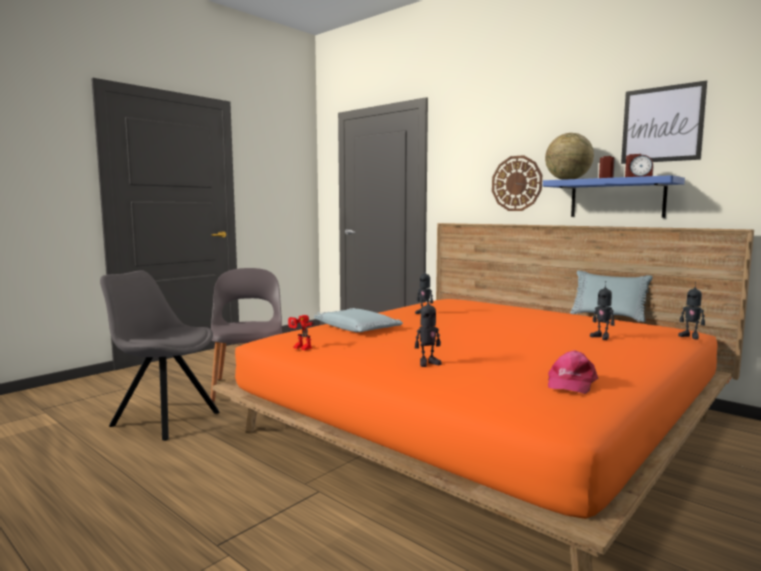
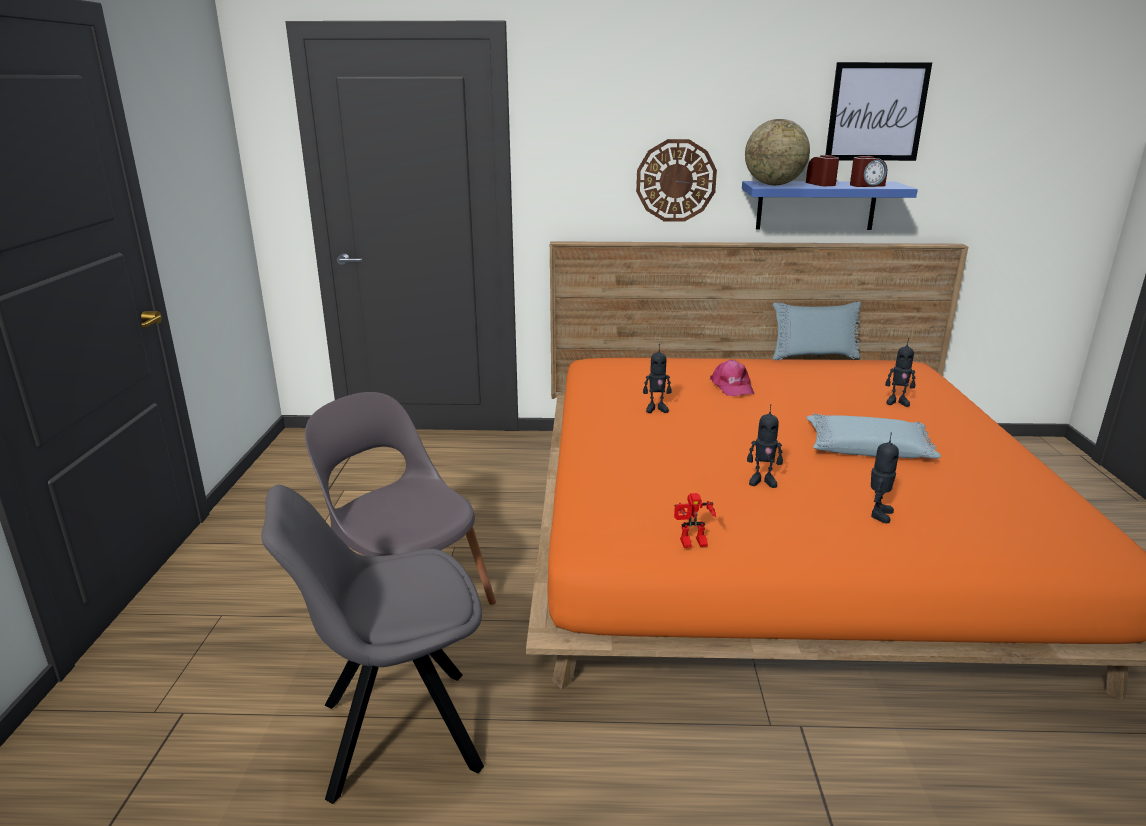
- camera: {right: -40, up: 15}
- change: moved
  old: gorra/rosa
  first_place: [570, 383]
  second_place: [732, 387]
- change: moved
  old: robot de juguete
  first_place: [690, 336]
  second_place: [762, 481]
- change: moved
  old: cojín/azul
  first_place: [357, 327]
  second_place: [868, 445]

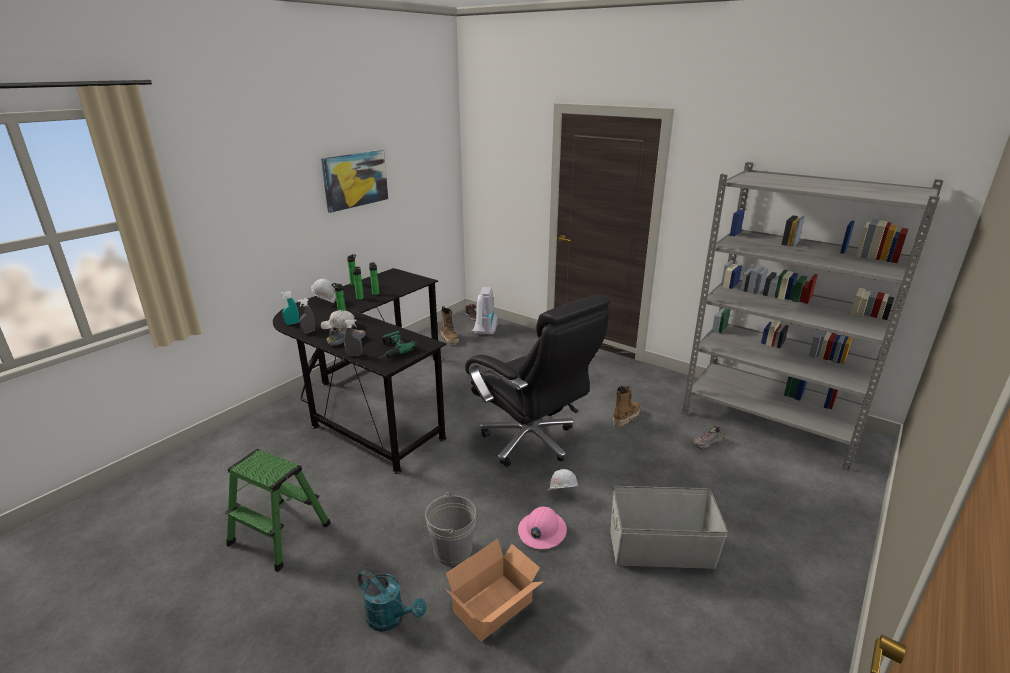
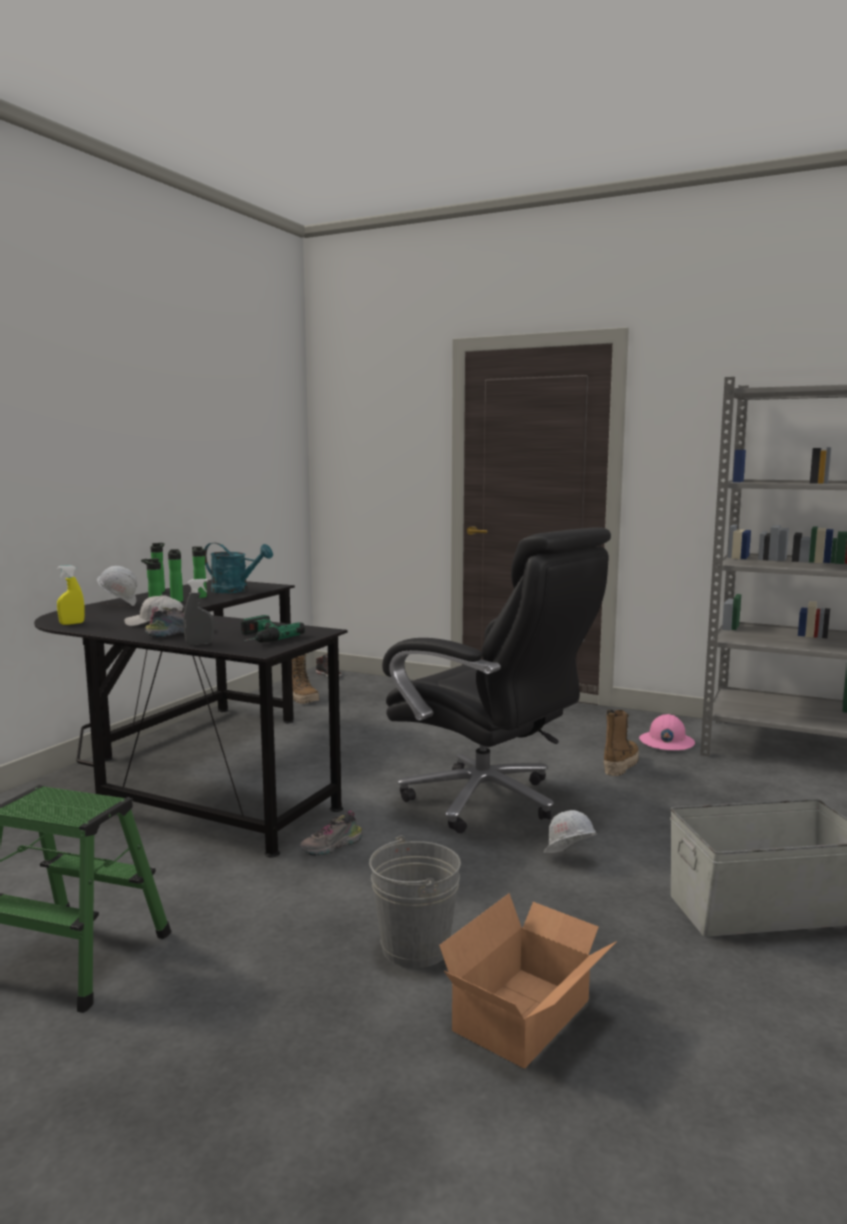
- camera: {right: -10, up: -15}
- change: recoloured
  old: pulverizador/turquesa
  new: pulverizador/amarillo
  first_place: [292, 323]
  second_place: [72, 623]
- change: moved
  old: regadera/turquesa
  first_place: [391, 619]
  second_place: [236, 591]
- change: moved
  old: zapato
  first_place: [707, 443]
  second_place: [332, 847]
- change: moved
  old: casco/rosa
  first_place: [542, 531]
  second_place: [666, 742]
- change: removed
  old: pulverizador/gris
  first_place: [309, 332]
- change: removed
  old: cuadro
  first_place: [355, 180]
- change: removed
  old: aspiradora
  first_place: [484, 334]

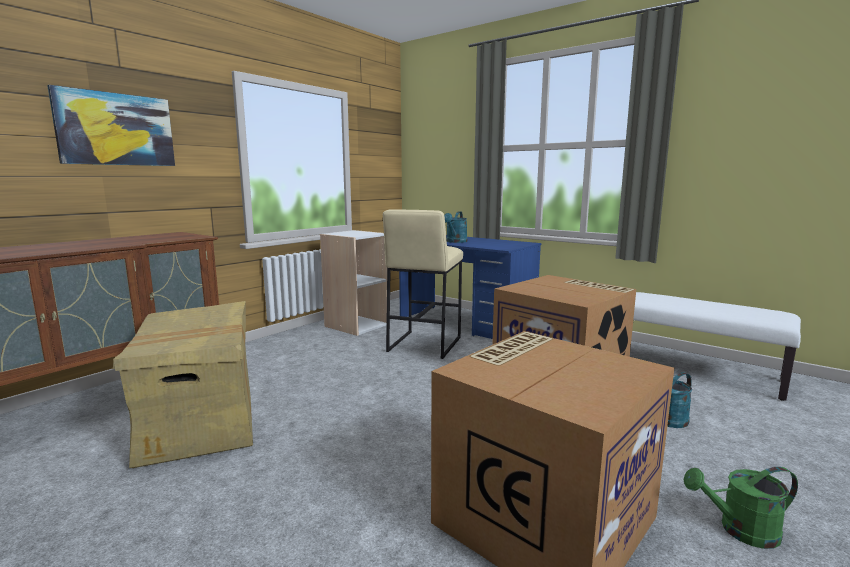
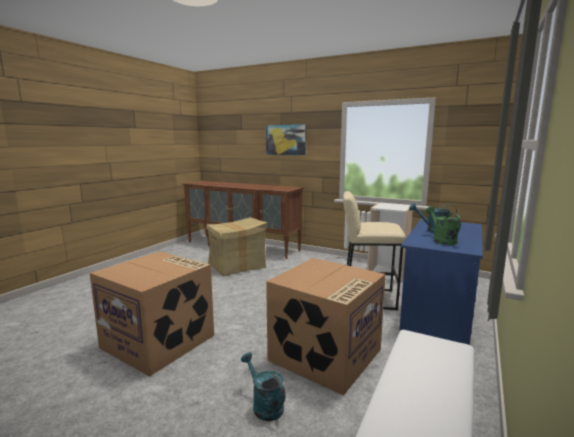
- camera: {right: 80, up: 0}
- change: moved
  old: regadera/verde
  first_place: [740, 531]
  second_place: [441, 240]

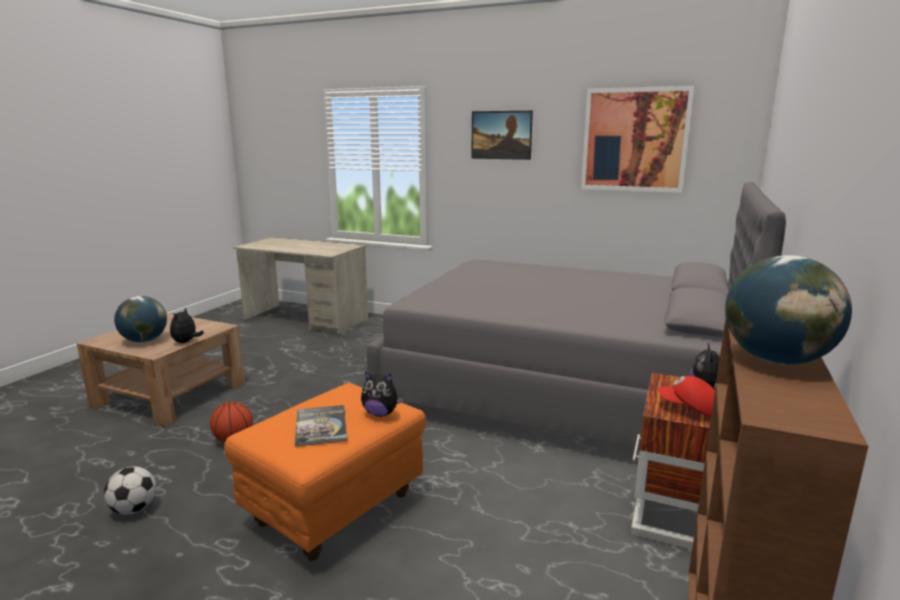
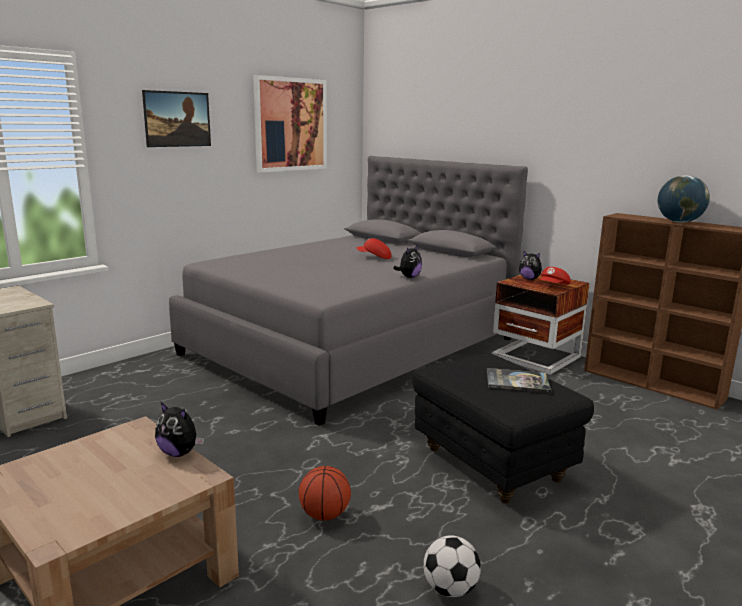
- camera: {right: -70, up: 0}
- change: added
  new: gorra/rojo
  second_place: [374, 257]
- change: moved
  old: peluche
  first_place: [381, 413]
  second_place: [409, 277]
- change: recoloured
  old: puf/naranja
  new: puf/negro
  first_place: [335, 510]
  second_place: [494, 465]
- change: removed
  old: globo terráqueo
  first_place: [144, 341]

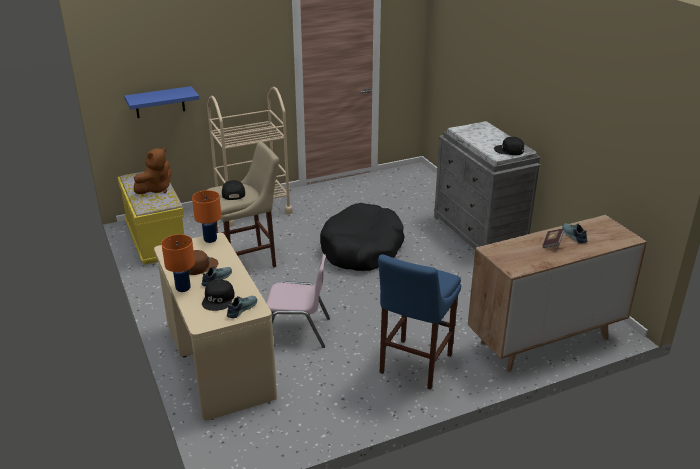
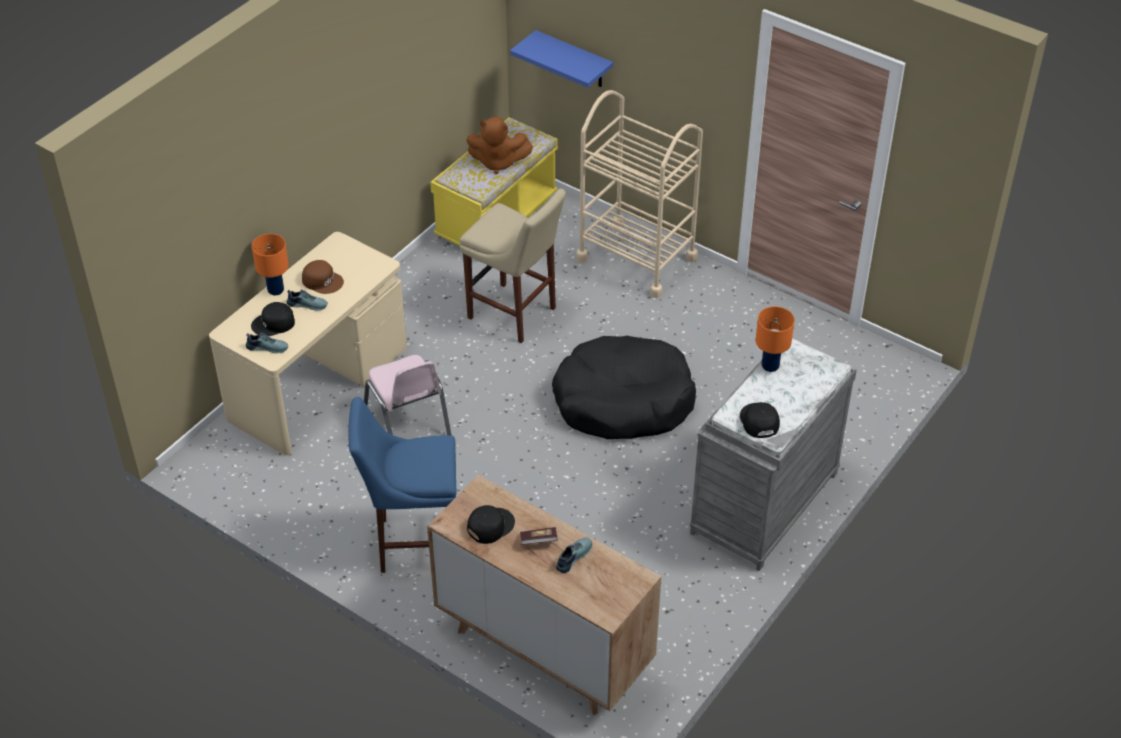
- camera: {right: 60, up: 15}
- change: moved
  old: gorra/negro
  first_place: [233, 193]
  second_place: [490, 525]
- change: moved
  old: lámpara de mesa/naranja
  first_place: [211, 239]
  second_place: [771, 366]

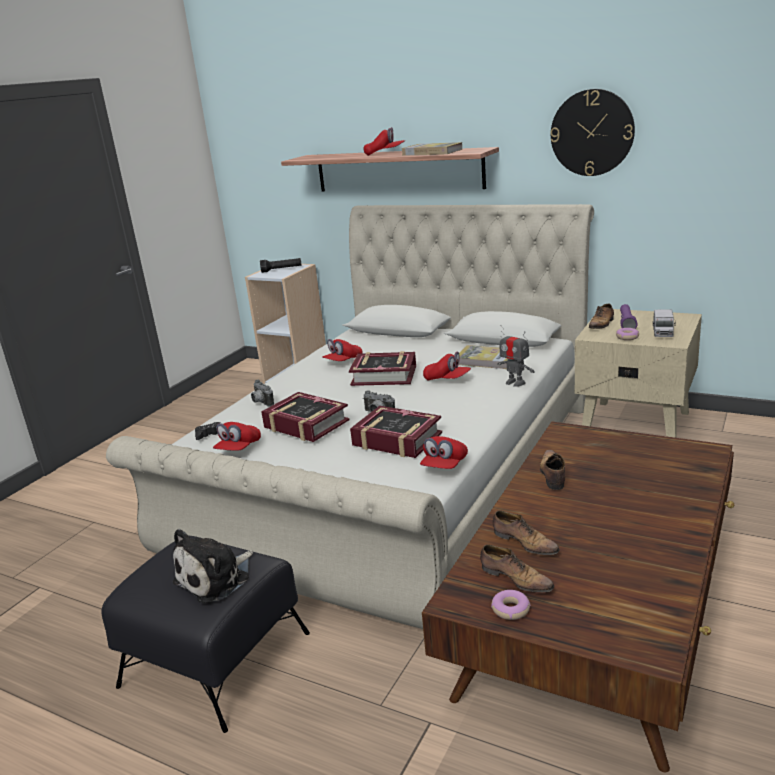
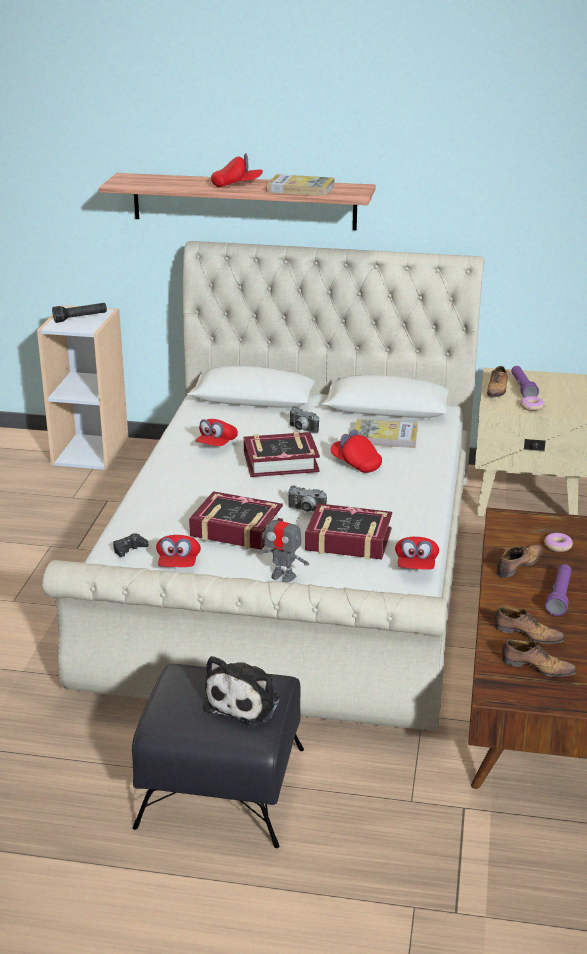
- camera: {right: -20, up: 5}
- change: moved
  old: robot de juguete
  first_place: [515, 382]
  second_place: [283, 576]
- change: moved
  old: cámara
  first_place: [261, 402]
  second_place: [301, 430]
- change: turned
  old: gorra/rojo
  first_place: [447, 379]
  second_place: [356, 464]
  degrees: -150
- change: turned
  old: zapato
  first_place: [552, 474]
  second_place: [518, 565]
  degrees: 60
- change: moved
  old: rosquilla
  first_place: [510, 609]
  second_place: [557, 546]
- change: added
  new: linterna/morado
  second_place: [559, 596]
- change: removed
  old: reloj de pared
  first_place: [592, 133]
- change: removed
  old: camión de juguete
  first_place: [662, 332]

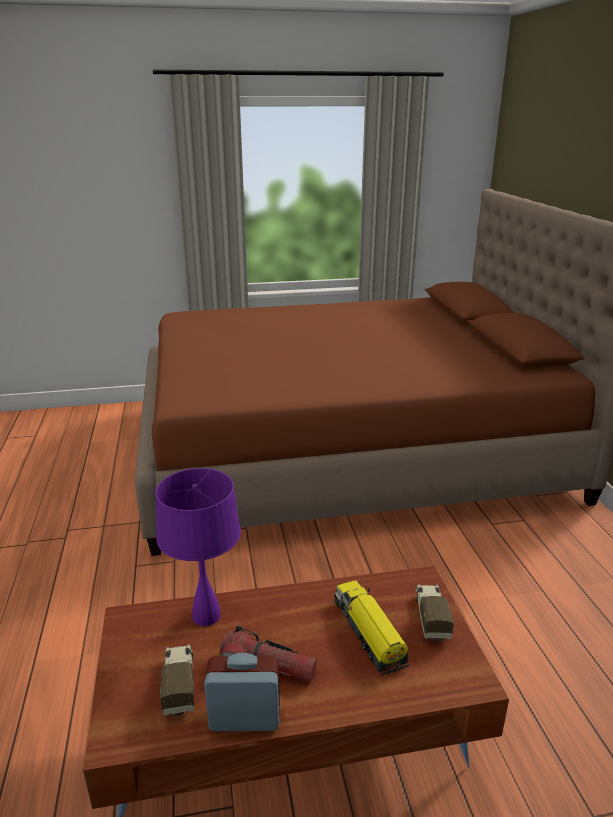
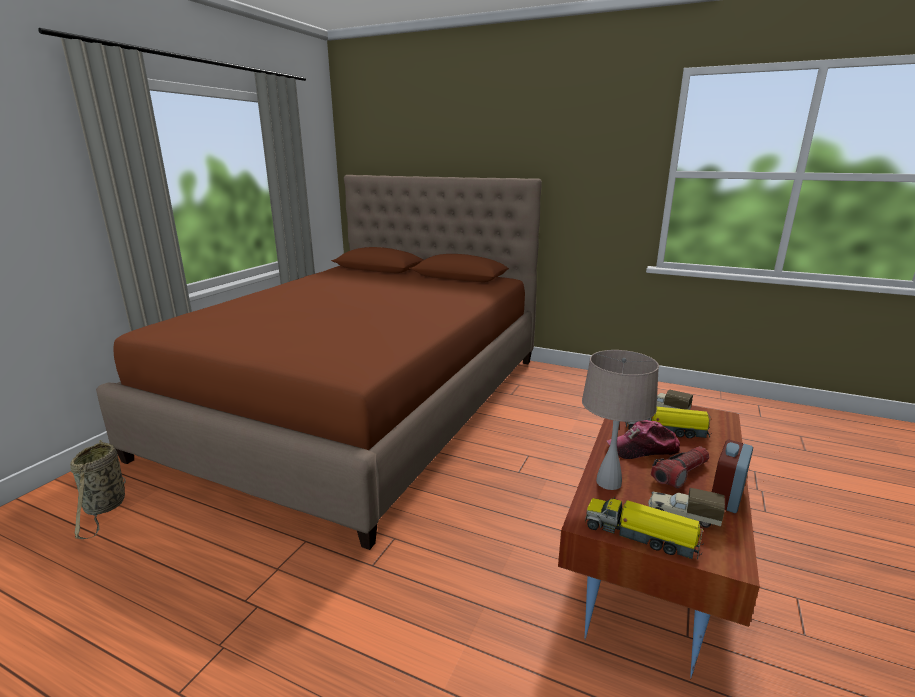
- camera: {right: -55, up: -5}
- change: added
  new: cesta
  second_place: [105, 507]
- change: recoloured
  old: lámpara de mesa/morado
  new: lámpara de mesa/beis
  first_place: [206, 615]
  second_place: [608, 482]
- change: added
  new: camión de juguete
  second_place: [641, 536]
- change: added
  new: gorra
  second_place: [643, 449]

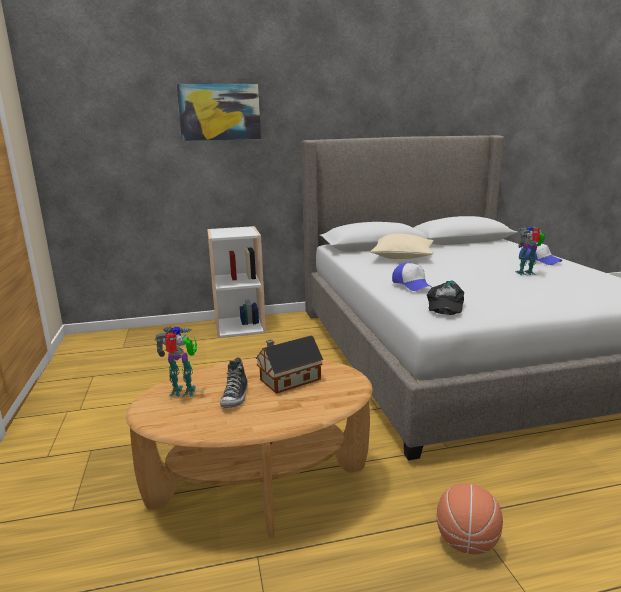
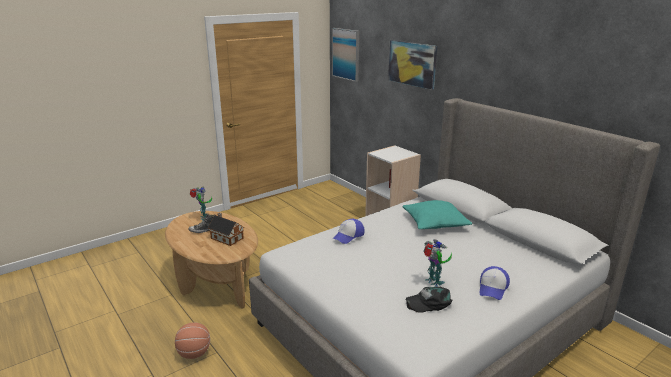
- camera: {right: 65, up: 5}
- change: added
  new: cuadro
  second_place: [346, 54]
- change: recoloured
  old: cojín/beis
  new: cojín/turquesa
  first_place: [402, 257]
  second_place: [435, 223]
- change: moved
  old: gorra/negro
  first_place: [444, 304]
  second_place: [429, 302]

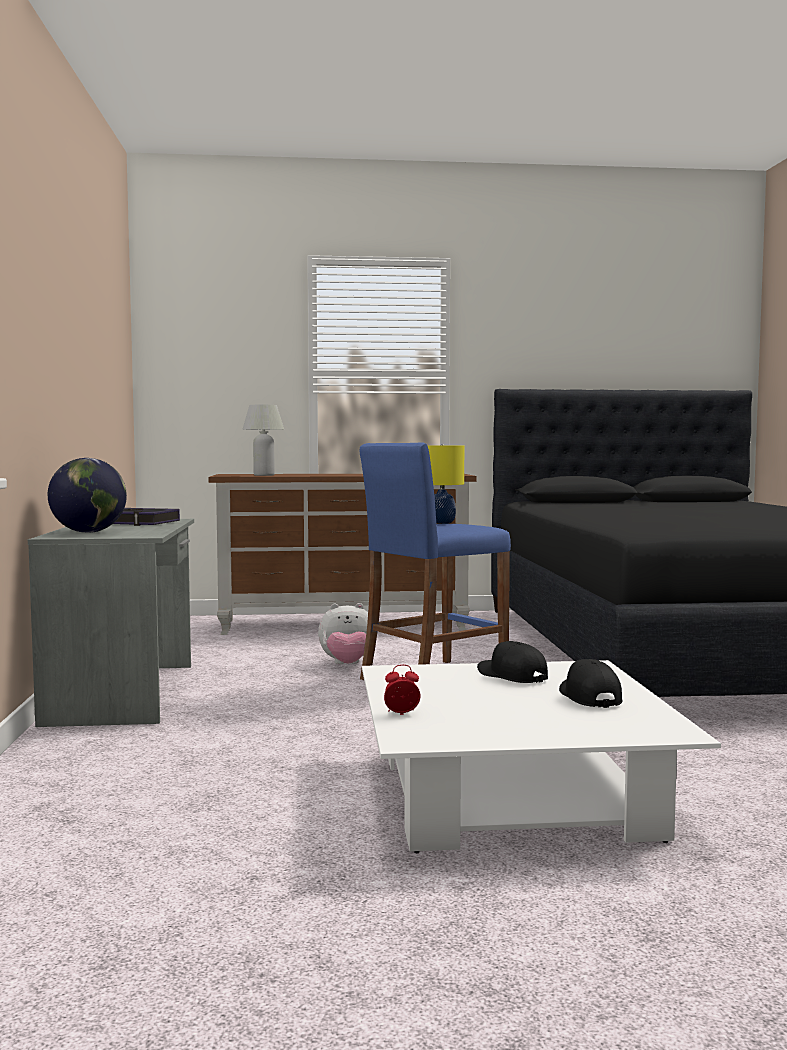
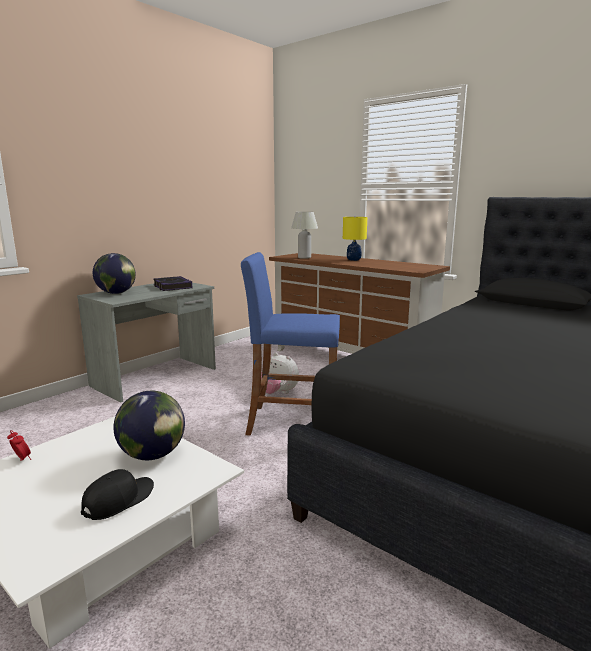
- camera: {right: 45, up: 10}
- change: replaced
  old: gorra/negro
  new: globo terráqueo
  first_place: [511, 675]
  second_place: [152, 455]
- change: moved
  old: lámpara de mesa/amarillo
  first_place: [442, 523]
  second_place: [354, 260]

